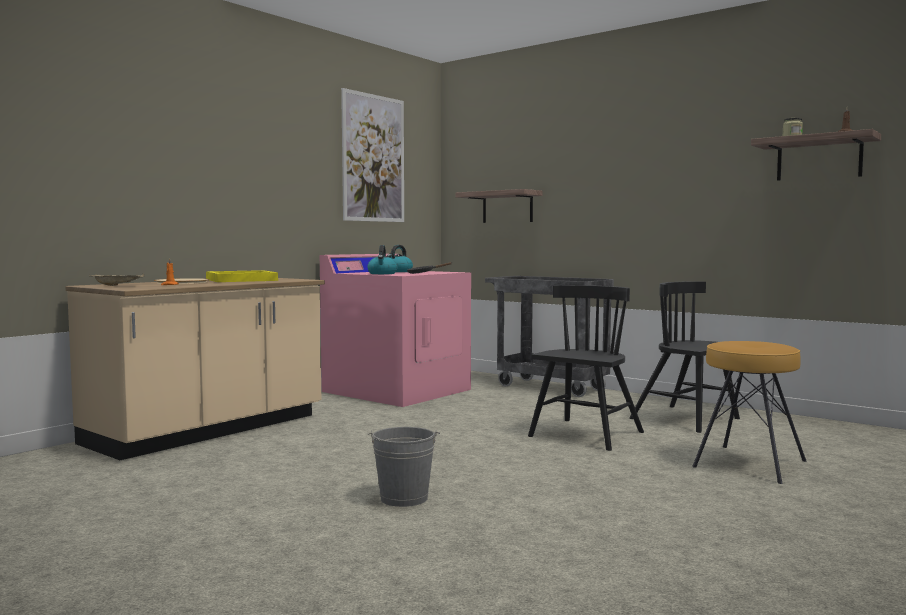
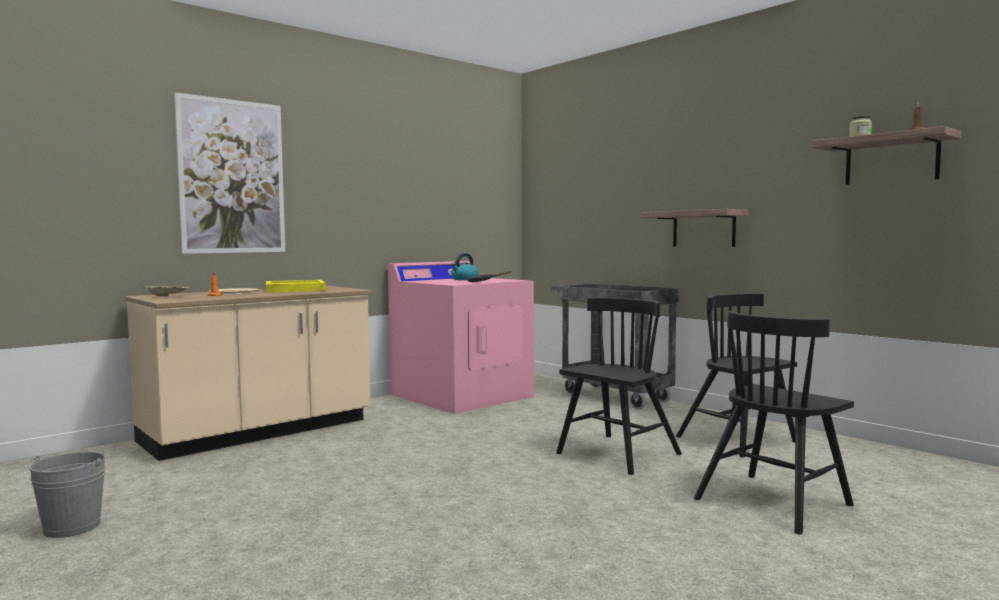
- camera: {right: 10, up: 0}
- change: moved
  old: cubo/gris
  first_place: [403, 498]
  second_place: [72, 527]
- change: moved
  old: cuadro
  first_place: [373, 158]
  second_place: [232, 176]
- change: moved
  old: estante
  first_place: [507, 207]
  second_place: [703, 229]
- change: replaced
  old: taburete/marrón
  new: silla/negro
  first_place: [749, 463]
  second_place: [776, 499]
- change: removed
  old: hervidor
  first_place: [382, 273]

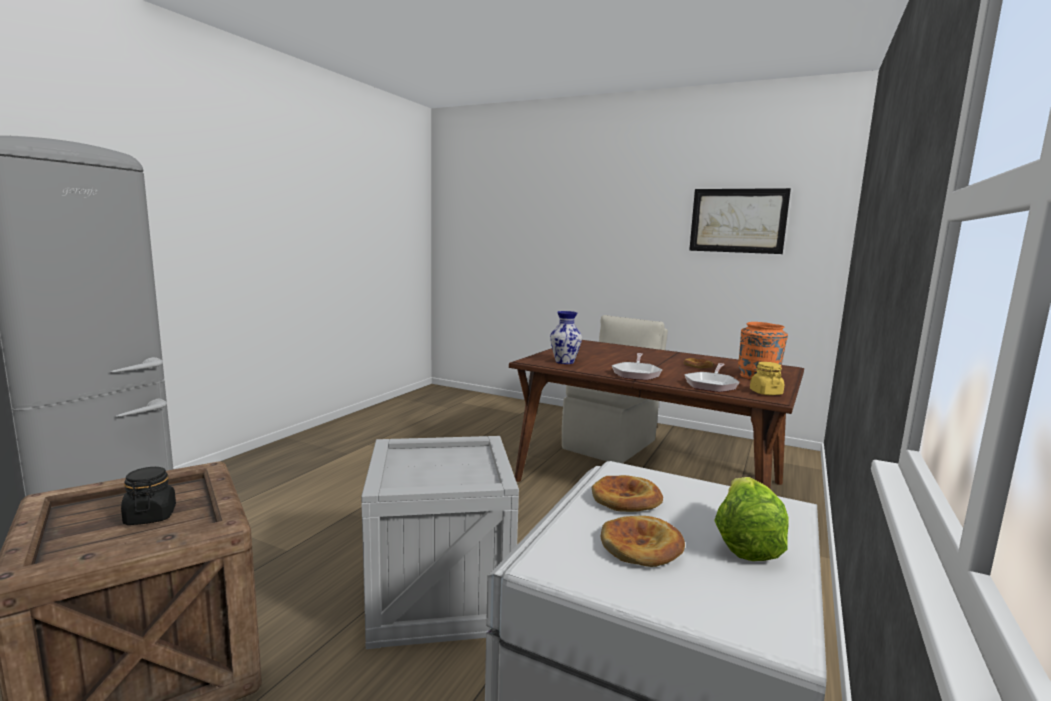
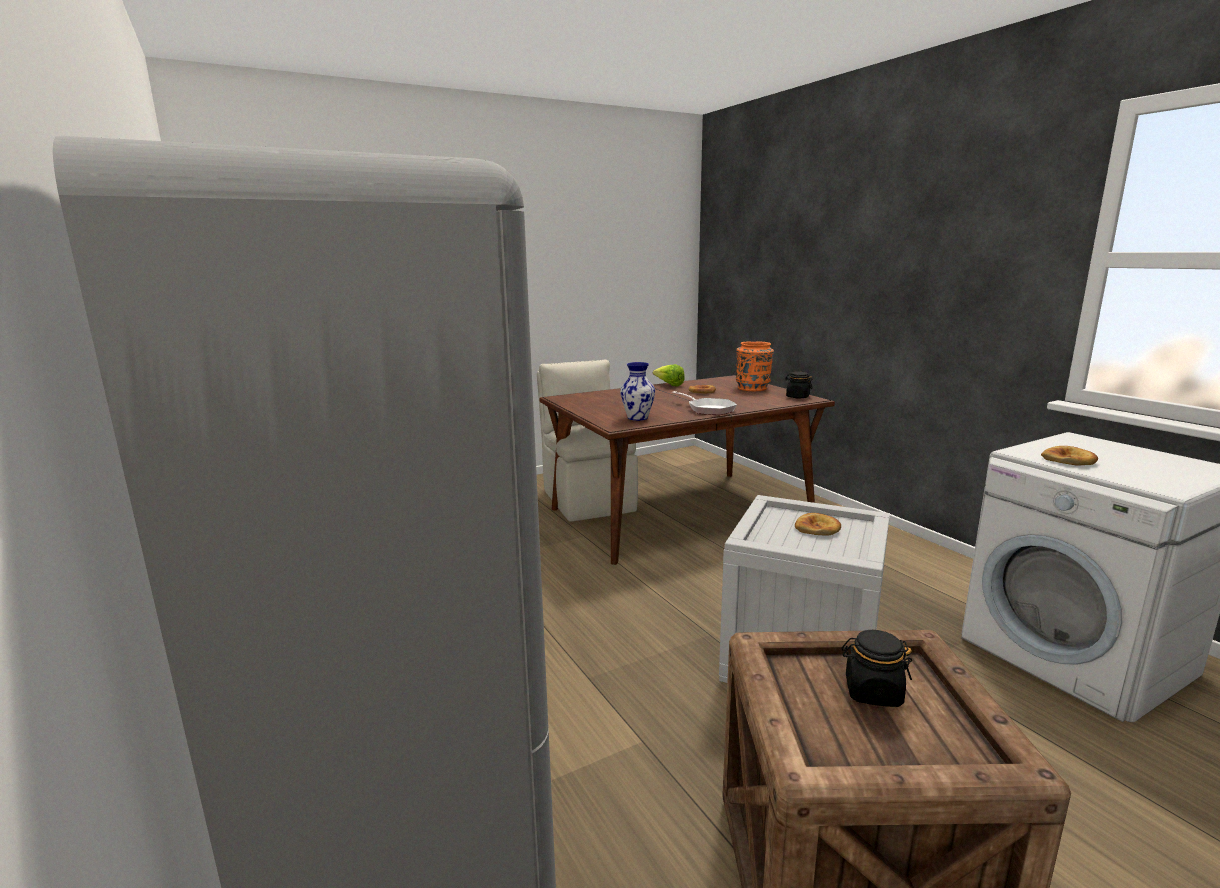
- camera: {right: -55, up: 5}
- change: moved
  old: lechuga
  first_place: [744, 542]
  second_place: [669, 385]
- change: recoloured
  old: tarro/amarillo
  new: tarro/negro
  first_place: [765, 393]
  second_place: [797, 397]
- change: moved
  old: pan
  first_place: [641, 546]
  second_place: [817, 528]
- change: removed
  old: sartén
  first_place: [711, 385]
- change: removed
  old: cuadro
  first_place: [738, 221]

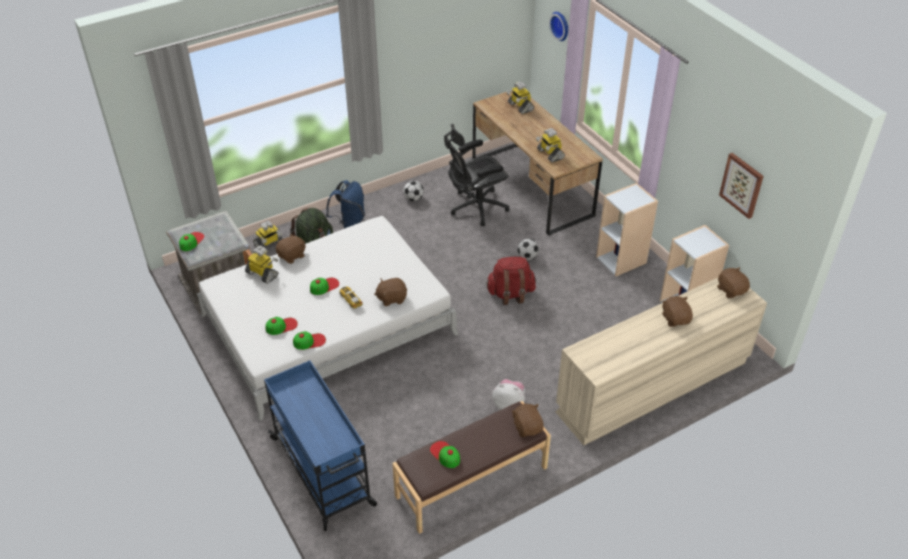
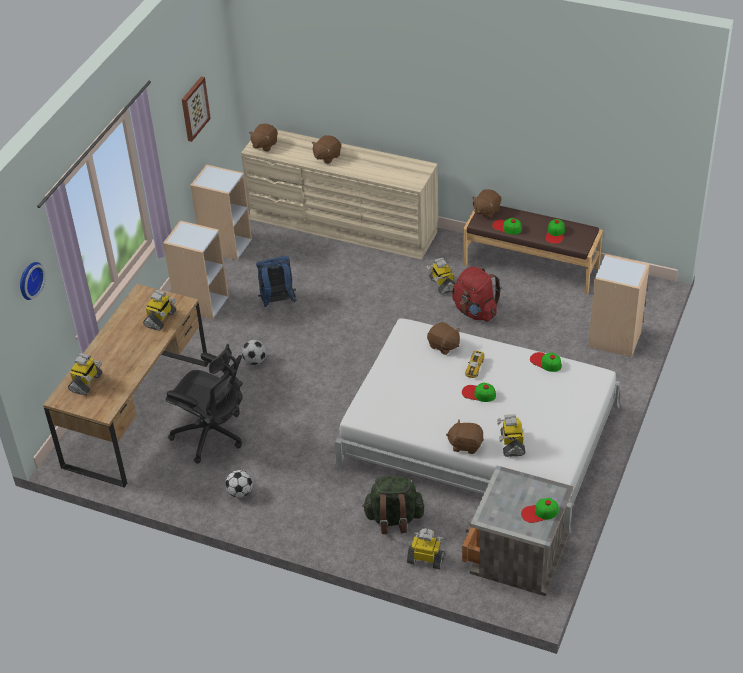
- camera: {right: -125, up: 0}
- change: moved
  old: mochila/azul
  first_place: [349, 222]
  second_place: [277, 302]
- change: replaced
  old: peluche
  new: robot de juguete
  first_place: [508, 404]
  second_place: [442, 284]
- change: moved
  old: mochila/rojo
  first_place: [510, 294]
  second_place: [475, 311]
- change: moved
  old: gorra
  first_place: [281, 326]
  second_place: [507, 227]
- change: replaced
  old: carrito/azul
  new: estantería
  first_place: [323, 472]
  second_place: [615, 340]

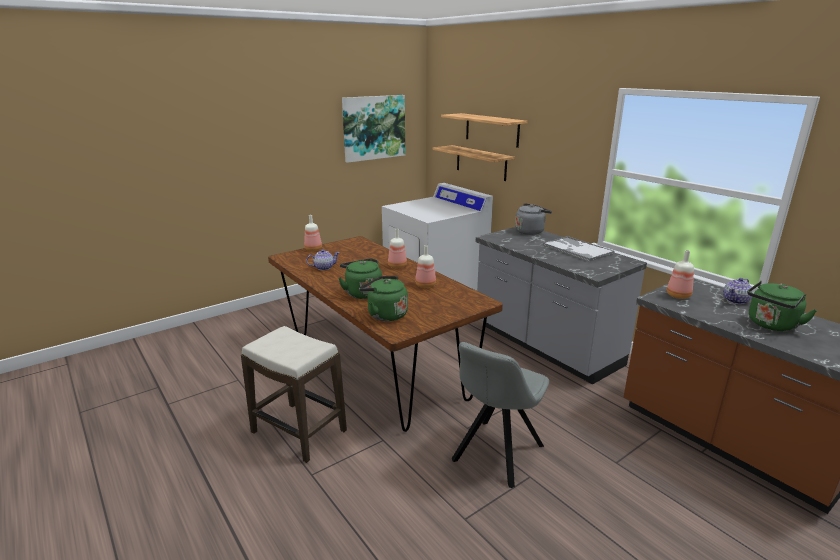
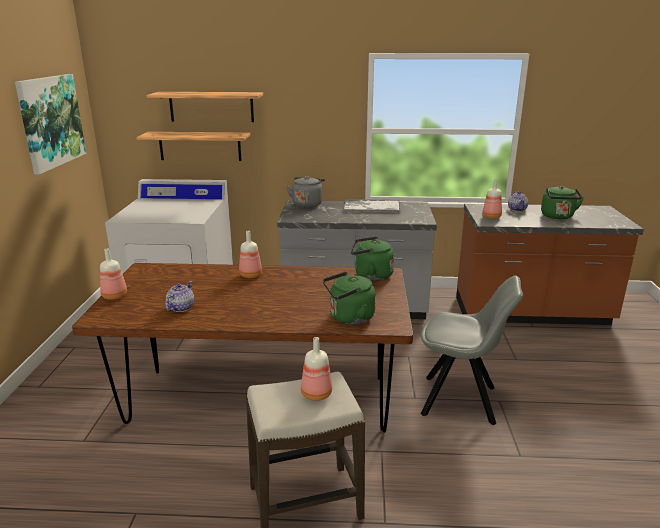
- camera: {right: -50, up: 0}
- change: moved
  old: botella
  first_place: [425, 285]
  second_place: [316, 395]
- change: moved
  old: hervidor/verde
  first_place: [362, 293]
  second_place: [371, 275]
- change: turned
  old: silla/gris
  first_place: [497, 453]
  second_place: [459, 400]
  degrees: -60

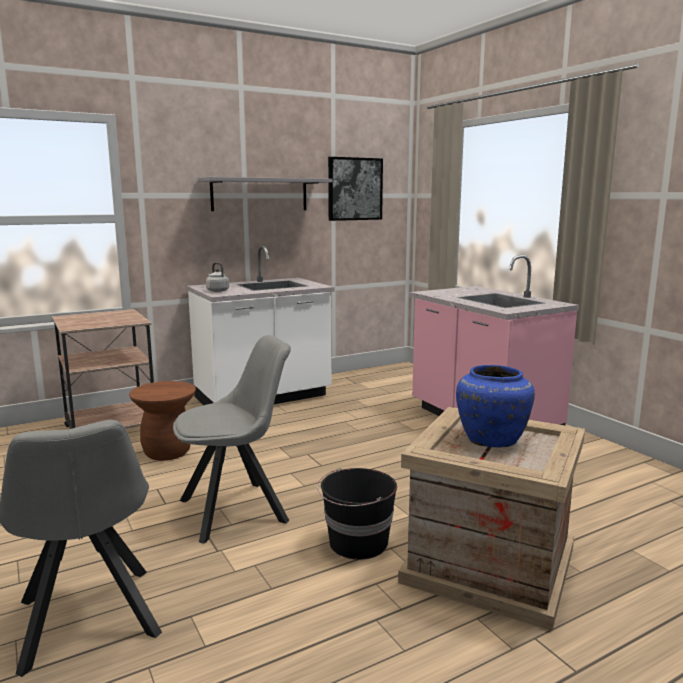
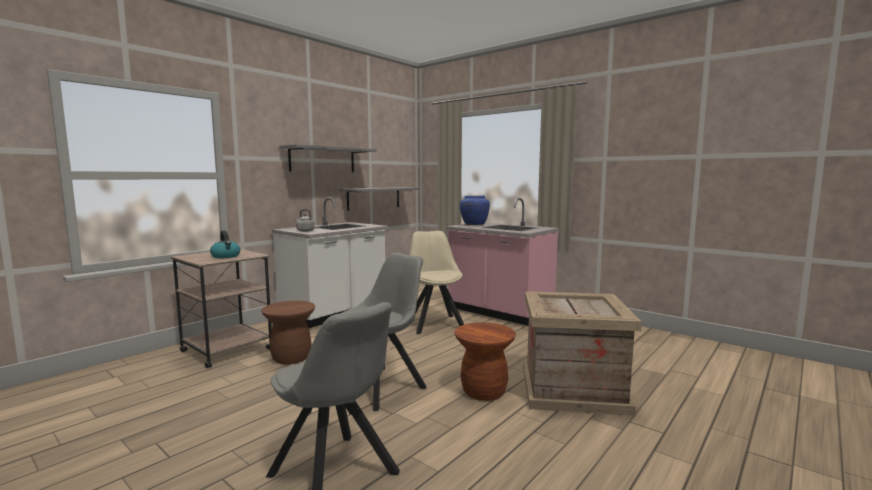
- camera: {right: -20, up: -5}
- change: added
  new: hervidor
  second_place: [226, 256]
- change: added
  new: estante/gris
  second_place: [374, 198]
- change: added
  new: silla/beis
  second_place: [435, 324]
- change: replaced
  old: cubo/negro
  new: taburete/marrón
  first_place: [357, 543]
  second_place: [483, 391]
- change: moved
  old: florero/azul
  first_place: [492, 440]
  second_place: [474, 224]
- change: removed
  old: cuadro
  first_place: [354, 189]

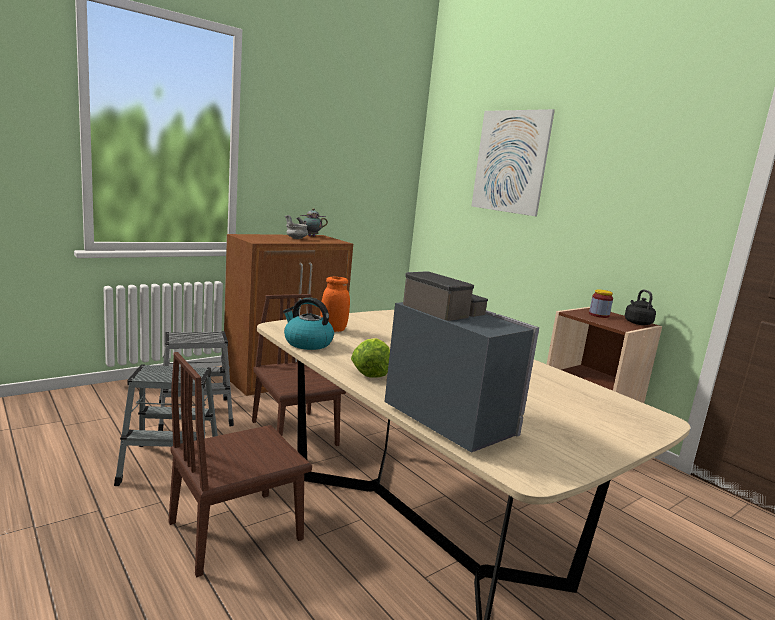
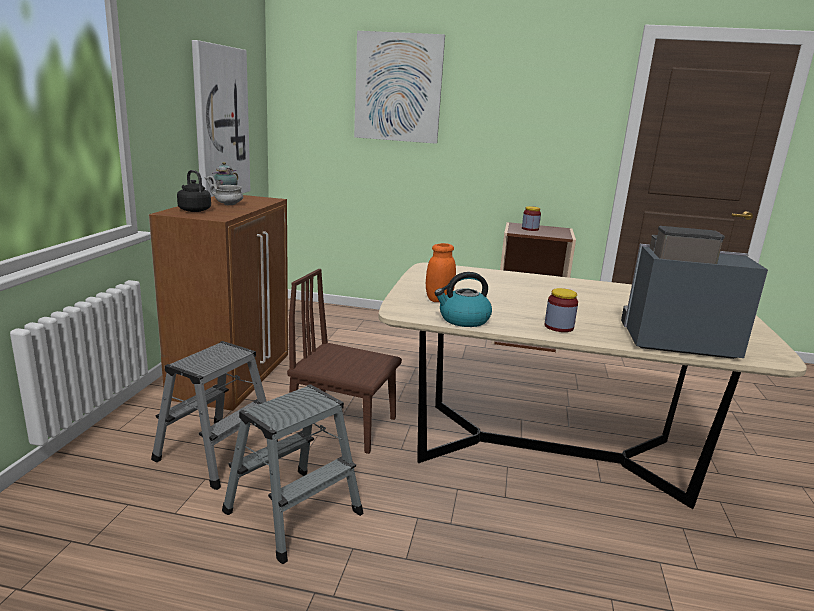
- camera: {right: -40, up: 5}
- change: moved
  old: hervidor/negro
  first_place: [637, 322]
  second_place: [193, 210]
- change: added
  new: cuadro
  second_place: [220, 123]
- change: replaced
  old: lechuga
  new: tarro
  first_place: [370, 371]
  second_place: [559, 327]
- change: removed
  old: silla/marrón
  first_place: [236, 530]

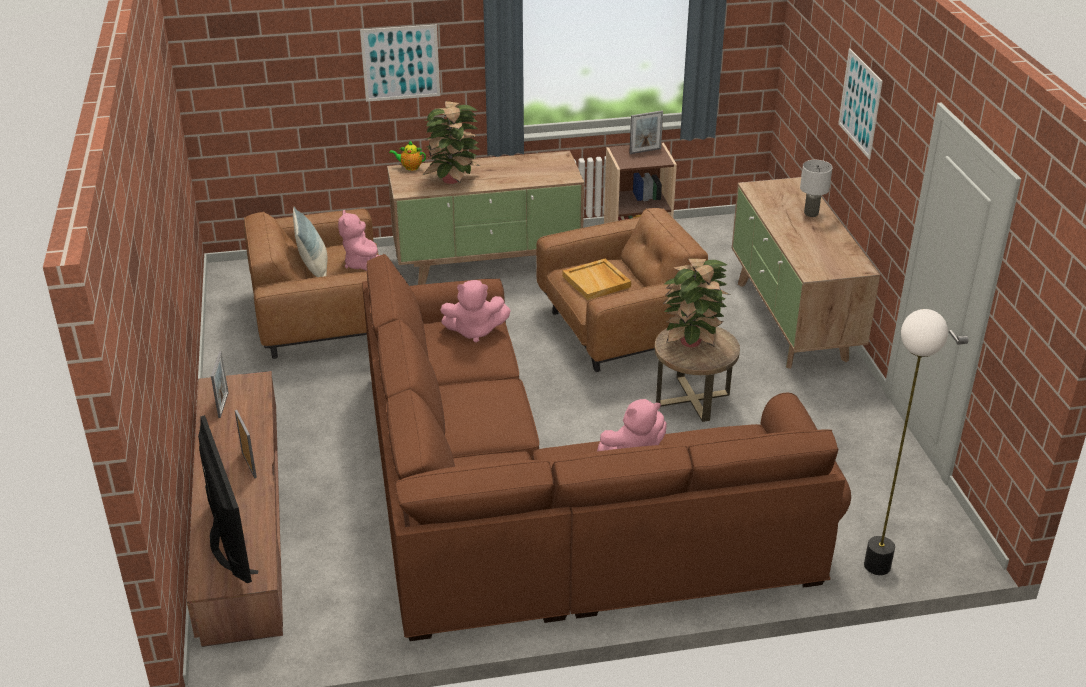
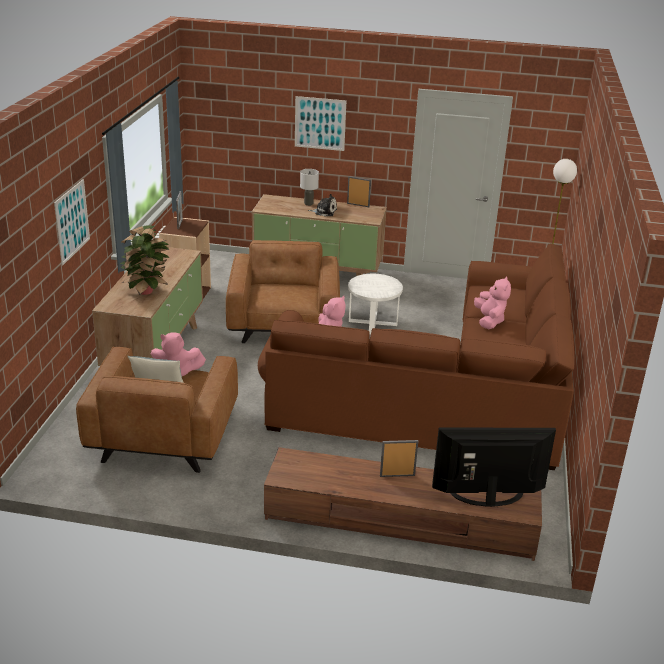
- camera: {right: -70, up: -5}
- change: added
  new: peluche
  second_place: [324, 212]
- change: moved
  old: portarretratos
  first_place: [223, 405]
  second_place: [358, 205]
- change: recoloured
  old: mesa auxiliar/marrón
  new: mesa auxiliar/blanco
  first_place: [692, 398]
  second_place: [373, 322]
- change: removed
  old: tetera
  first_place: [410, 167]
- change: removed
  old: bandeja/beis
  first_place: [597, 282]
- change: removed
  old: planta en maceta
  first_place: [692, 342]

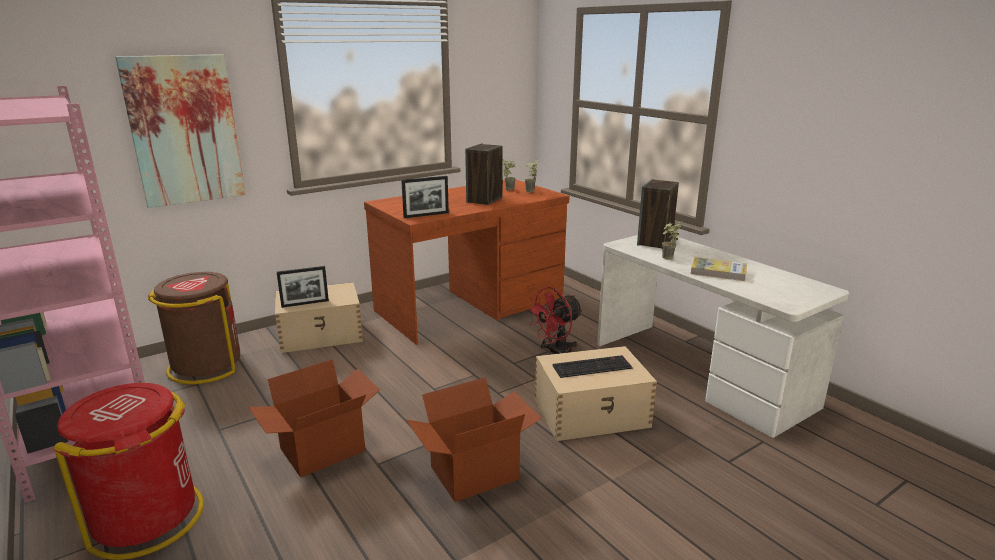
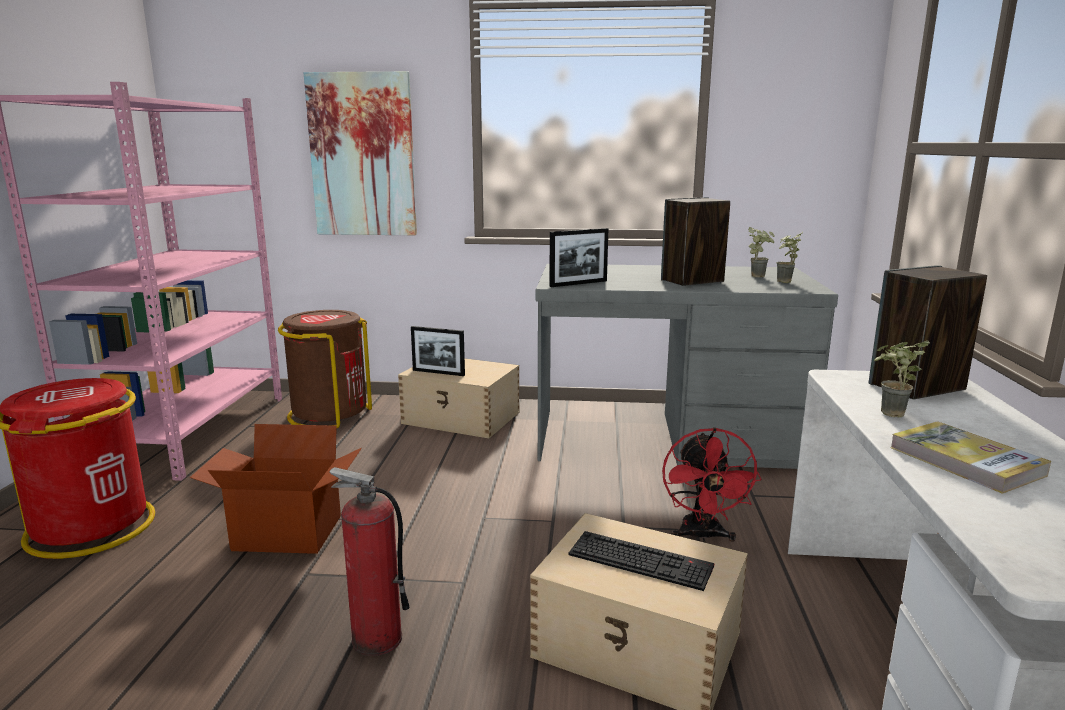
- camera: {right: 40, up: -5}
- change: replaced
  old: caja de cartón
  new: extintor
  first_place: [474, 472]
  second_place: [376, 639]
- change: recoloured
  old: escritorio/marrón
  new: escritorio/gris
  first_place: [471, 306]
  second_place: [668, 439]
- change: turned
  old: portarretratos
  first_place: [426, 215]
  second_place: [578, 283]
  degrees: -45
- change: turned
  old: ventilador/rojo
  first_place: [555, 353]
  second_place: [702, 536]
  degrees: -90

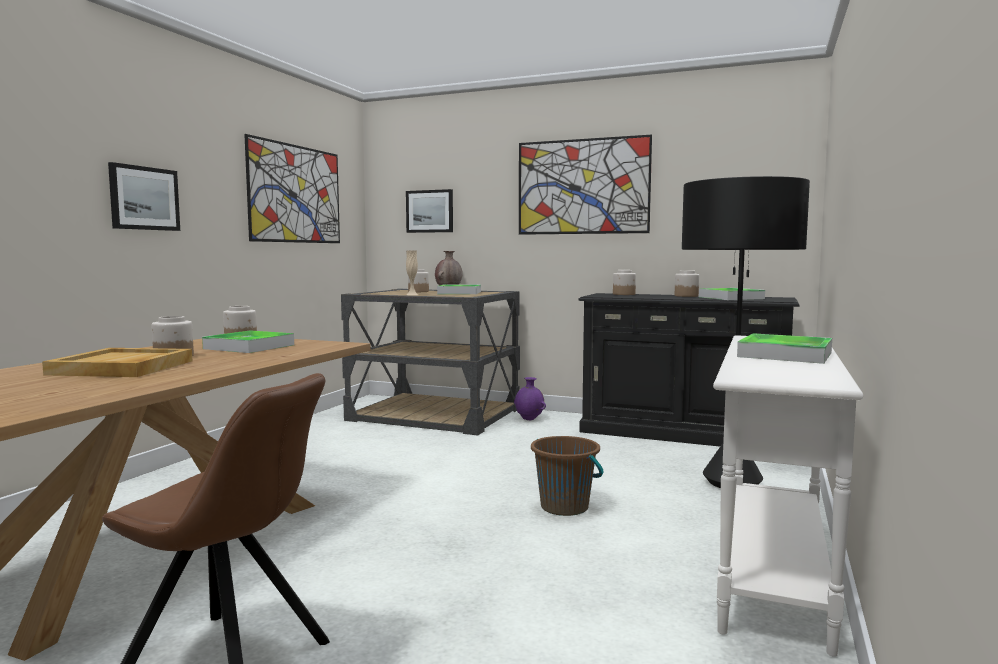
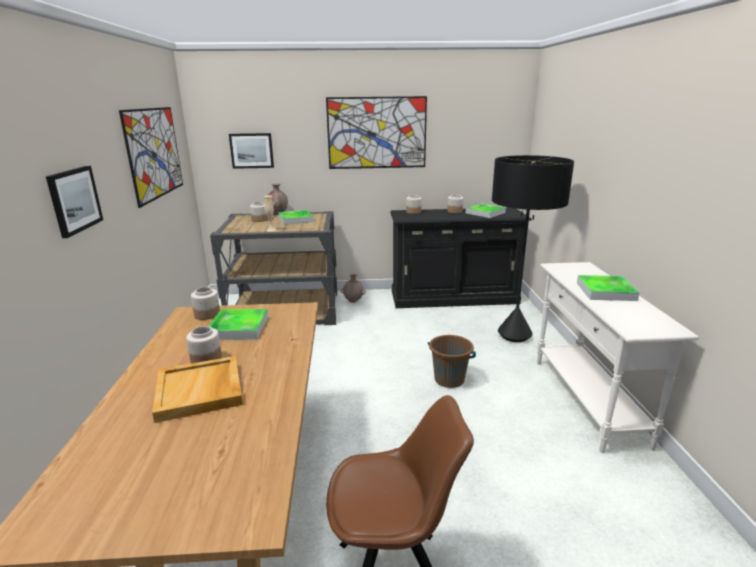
- camera: {right: -25, up: 15}
- change: recoloured
  old: florero/morado
  new: florero/marrón
  first_place: [529, 419]
  second_place: [353, 301]

